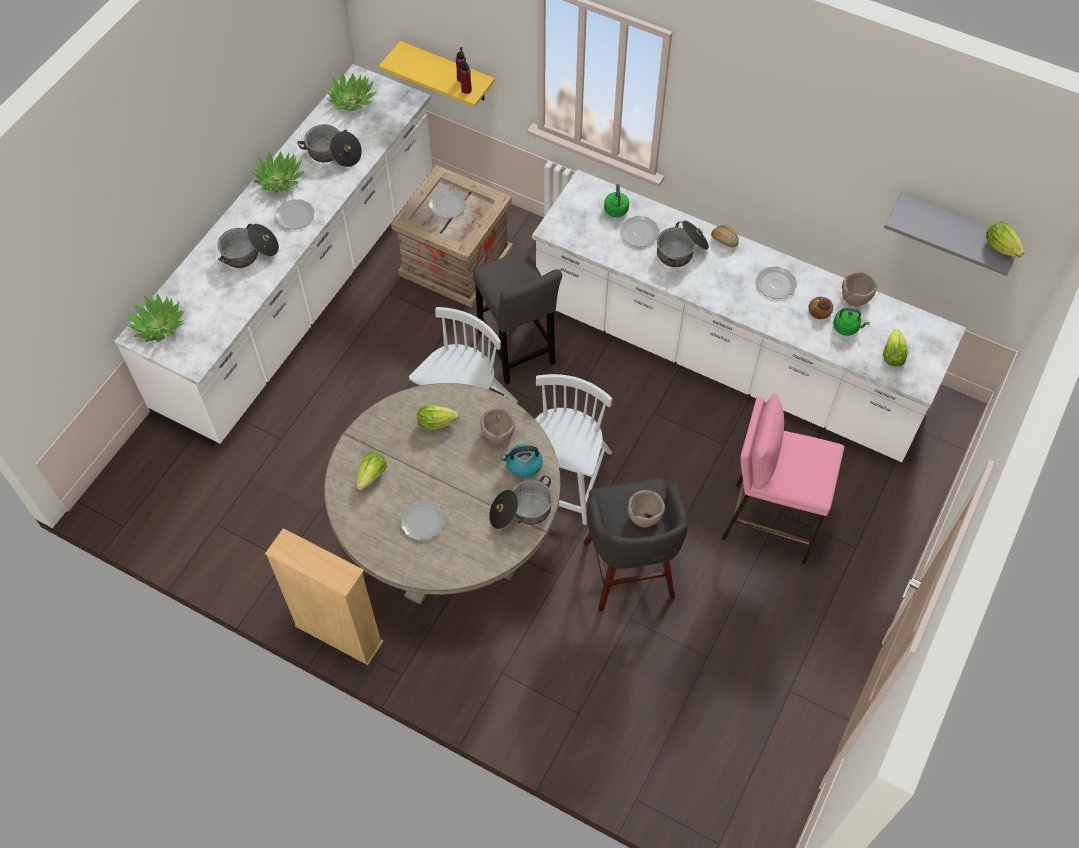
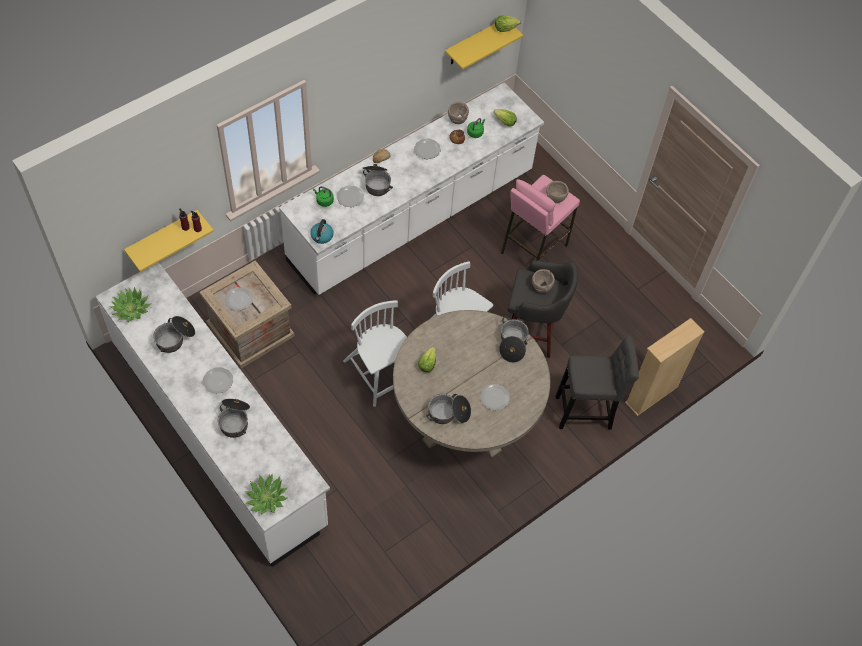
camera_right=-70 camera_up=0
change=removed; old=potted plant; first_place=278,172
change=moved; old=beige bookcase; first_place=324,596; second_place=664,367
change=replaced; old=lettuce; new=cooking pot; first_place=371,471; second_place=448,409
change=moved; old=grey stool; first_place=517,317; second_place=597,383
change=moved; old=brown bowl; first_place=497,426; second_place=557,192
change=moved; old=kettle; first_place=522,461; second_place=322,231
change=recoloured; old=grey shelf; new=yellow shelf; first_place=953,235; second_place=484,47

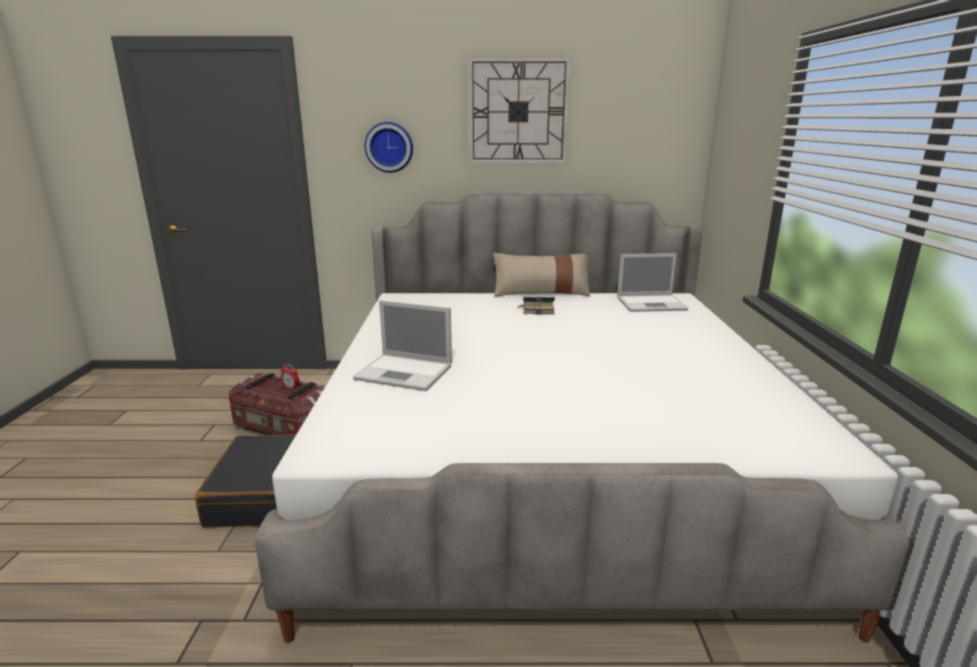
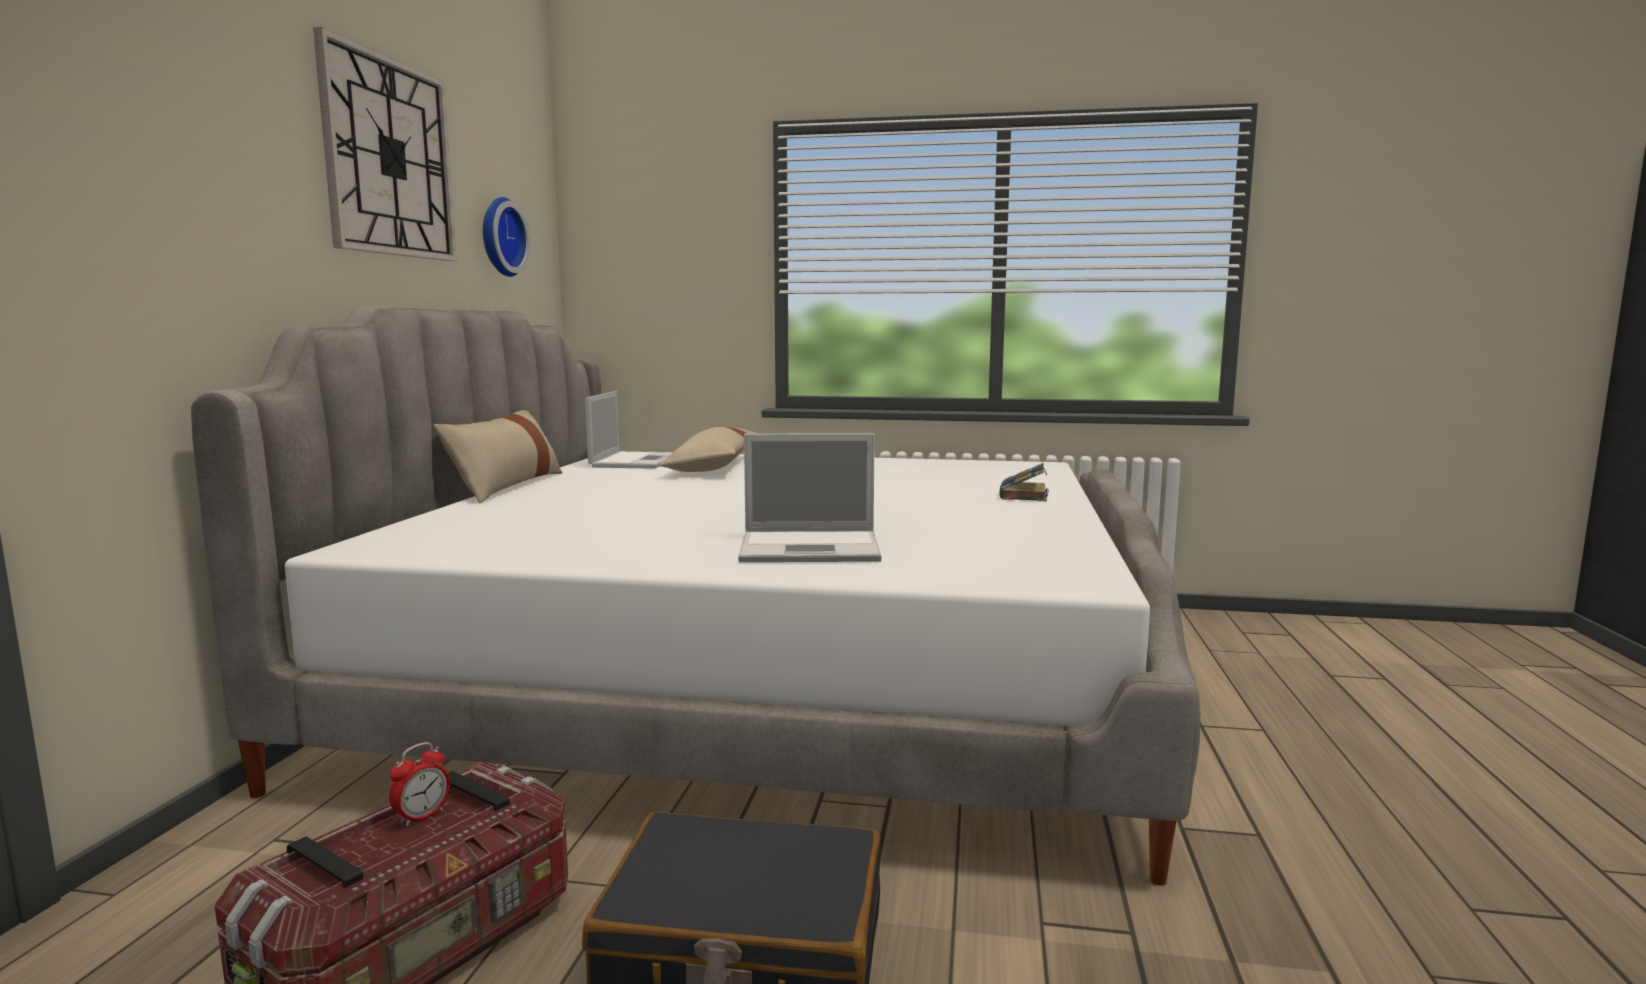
camera_right=-80 camera_up=-10
change=turned; old=laptop; first_place=402,345; second_place=809,497; degrees=60
change=moved; old=wall clock; first_place=389,147; second_place=506,237
change=moved; old=book; first_place=537,306; second_place=1024,482
change=added; new=beige pillow; second_place=708,449

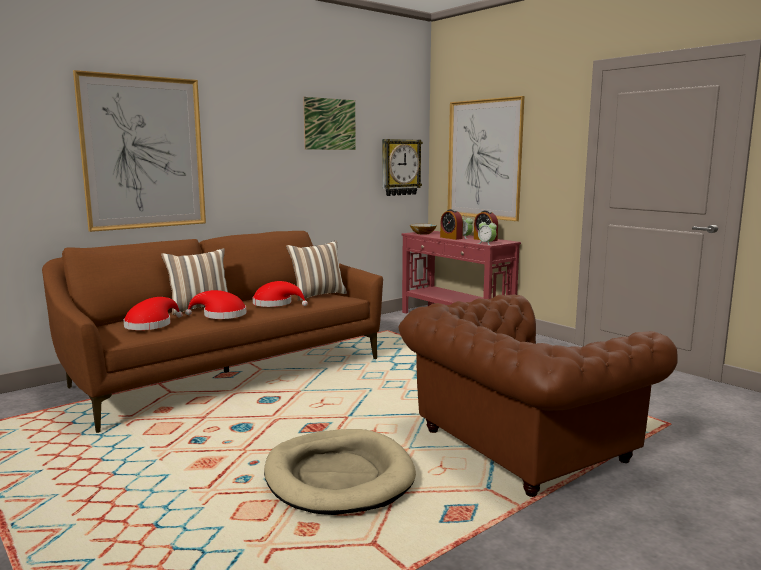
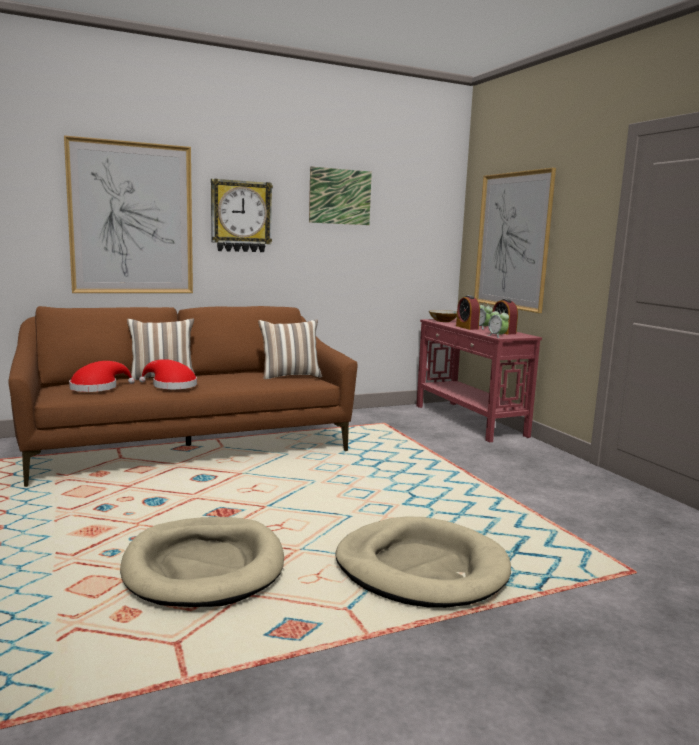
camera_right=15 camera_up=0
change=removed; old=red hat; first_place=280,294
change=moved; old=wall clock; first_place=402,167; second_place=242,215
change=replaced; old=brown armchair; new=beige dog bed; first_place=538,395; second_place=423,562

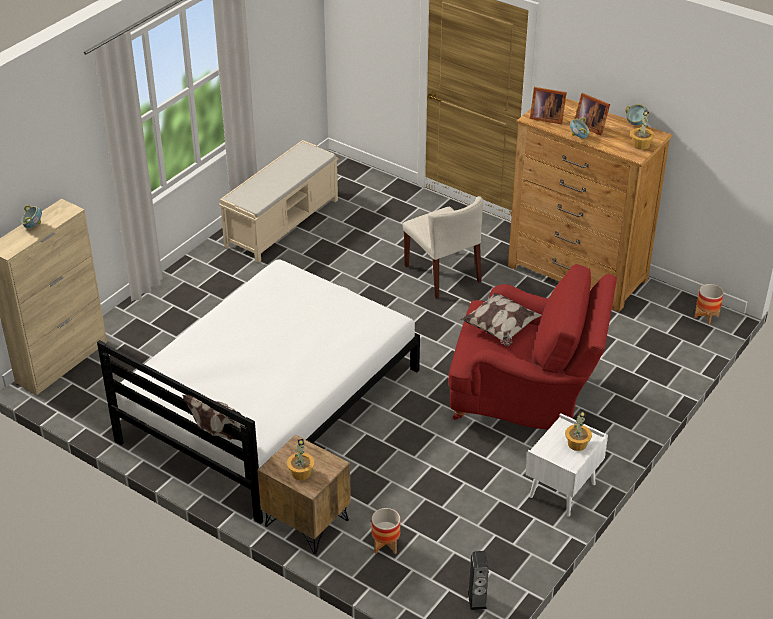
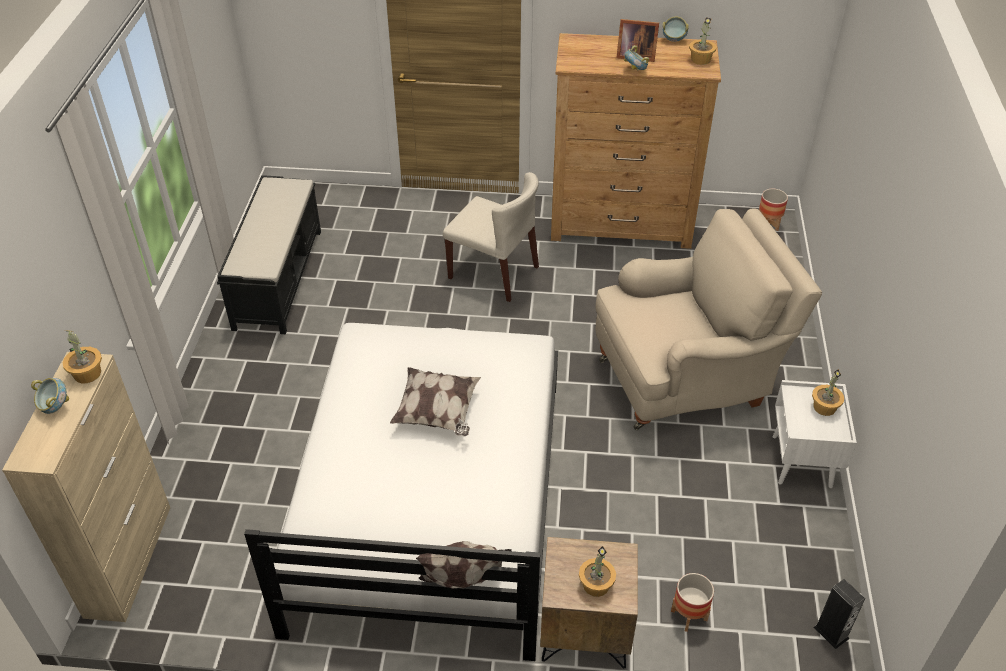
camera_right=-30 camera_up=5
change=recoloured; old=beige bench; new=black bench; first_place=278,201; second_place=269,254
change=recoloured; old=red armchair; new=beige armchair; first_place=532,347; second_place=709,319
change=moved; old=pillow; first_place=501,319; second_place=435,401
change=removed; old=picture frame; first_place=548,105
change=added; new=potted plant; second_place=82,356

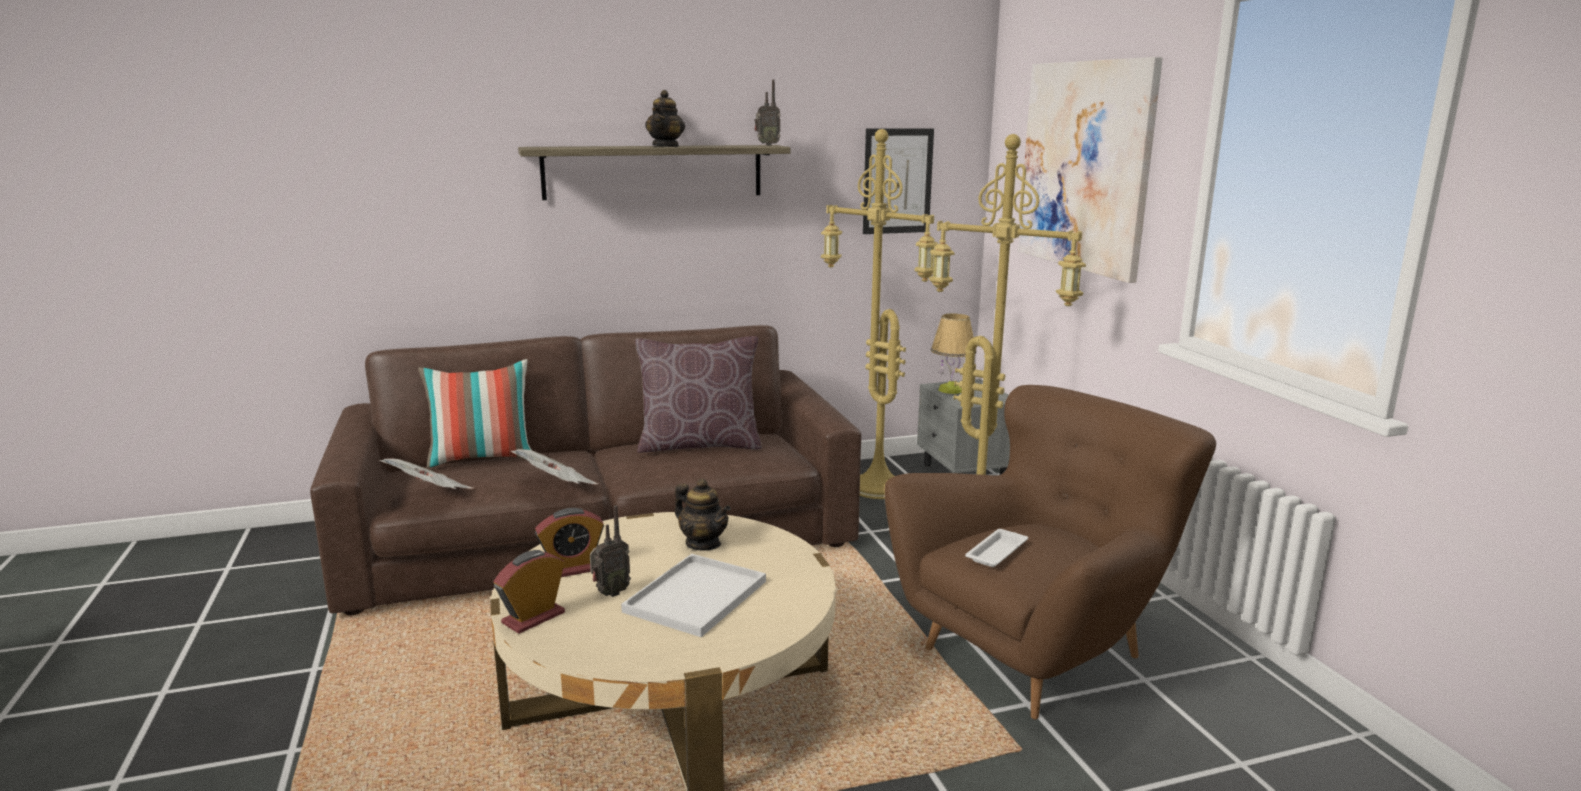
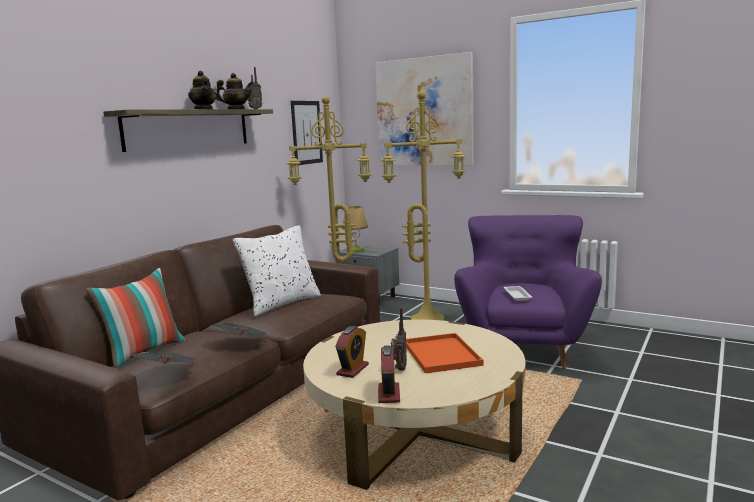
camera_right=-40 camera_up=-5
change=recoloured; old=white tray; new=orange tray; first_place=693,595; second_place=444,353
change=recoloured; old=brown pillow; new=white pillow; first_place=698,394; second_place=276,271
change=moved; old=teapot; first_place=703,514; second_place=234,91
change=recoloured; old=brown armchair; new=purple armchair; first_place=1050,552; second_place=528,292

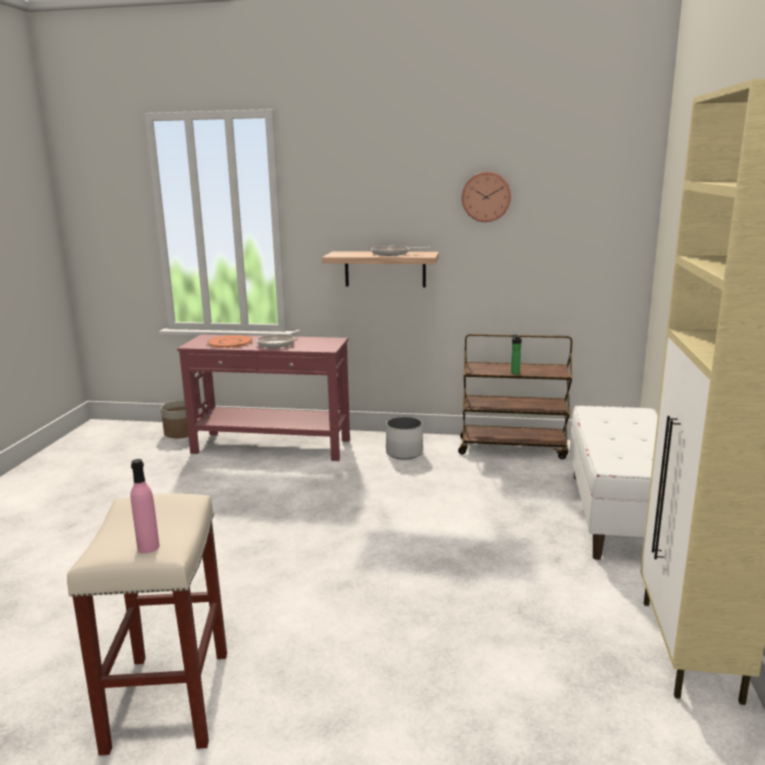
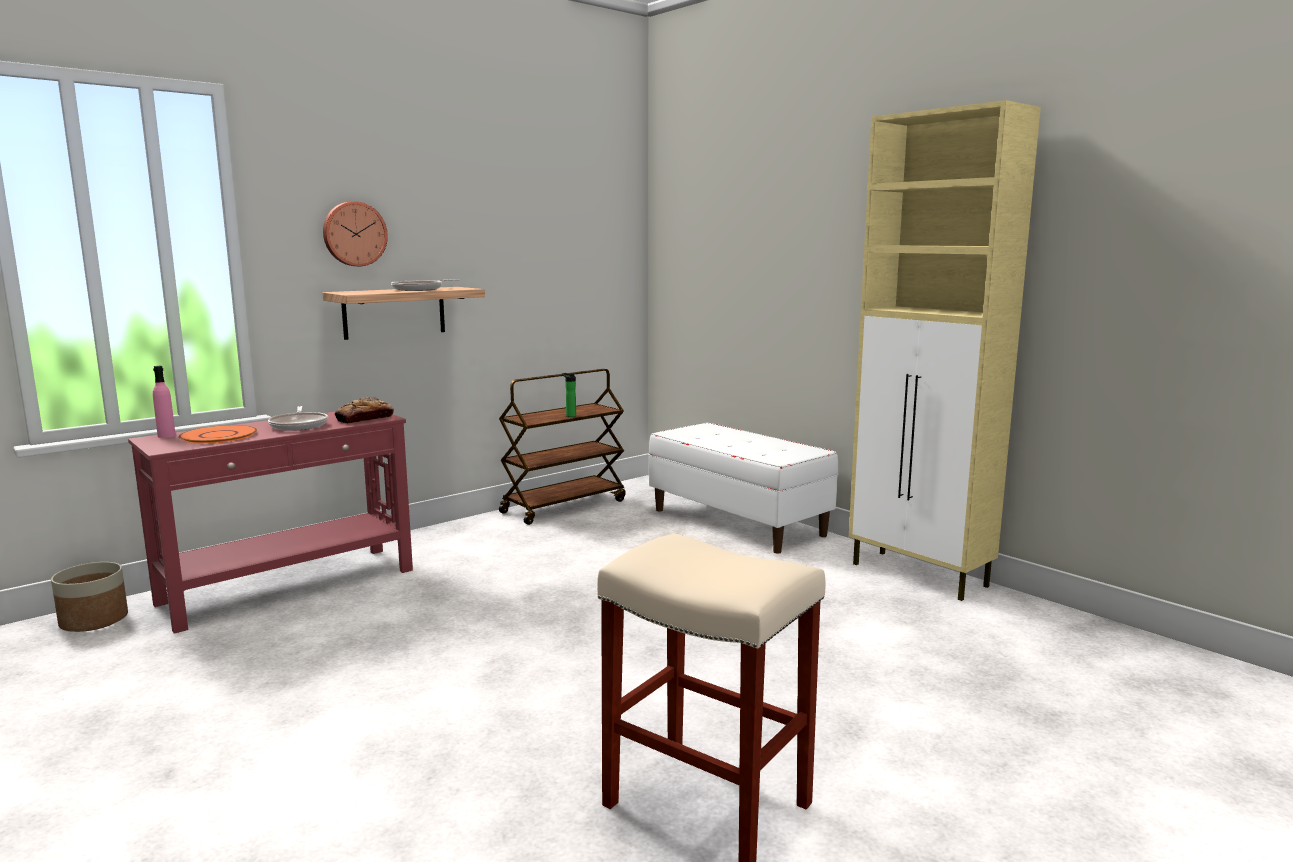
camera_right=-50 camera_up=-5
change=moved; old=pink bottle; first_place=145,506; second_place=164,402
change=removed; old=white planter; first_place=404,438
change=moved; old=wall clock; first_place=486,197; second_place=355,233
change=added; new=bread; second_place=364,410

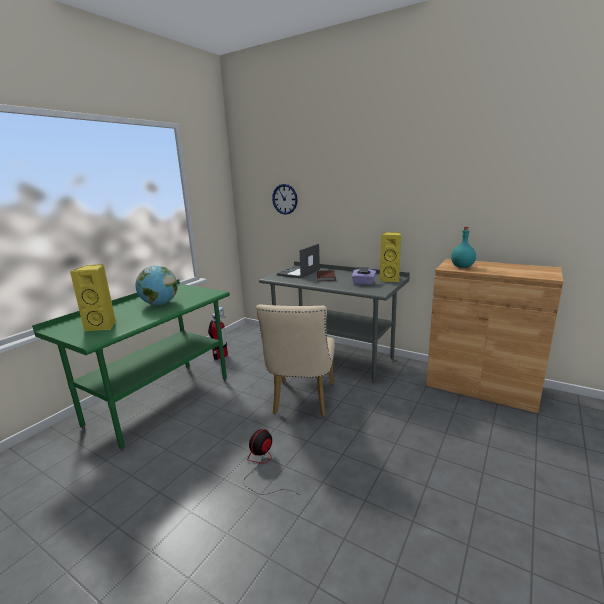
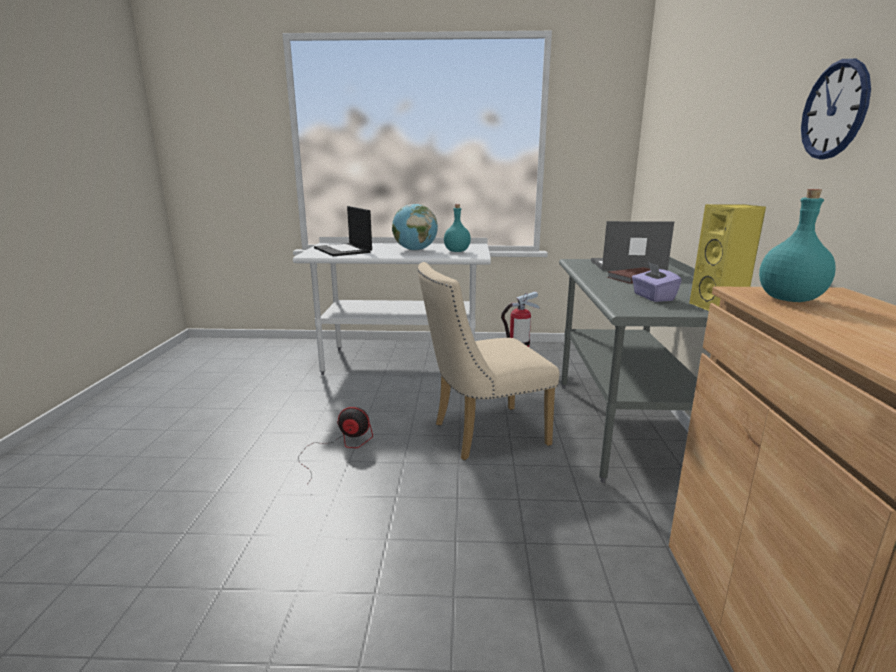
camera_right=60 camera_up=0
change=recoloured; old=green desk; new=white desk; first_place=131,365; second_place=392,306
change=replaced; old=yellow speaker; new=laptop; first_place=93,297; second_place=343,231
change=moved; old=wall clock; first_place=285,199; second_place=836,109
change=added; new=turquoise bottle; second_place=457,228

